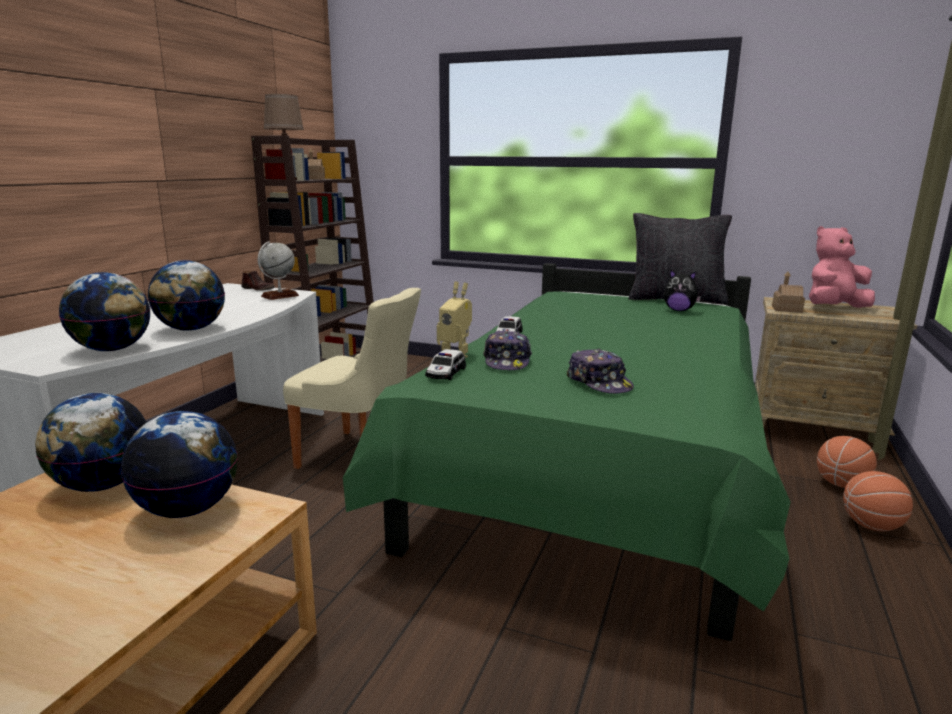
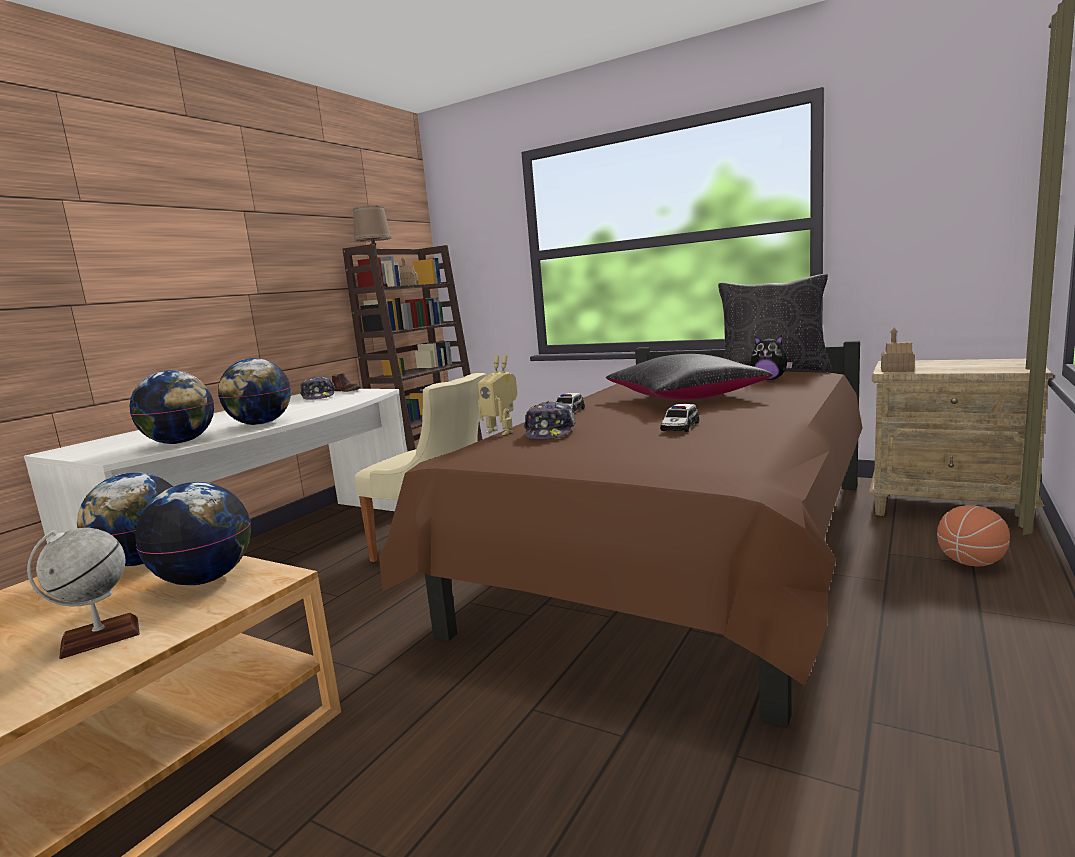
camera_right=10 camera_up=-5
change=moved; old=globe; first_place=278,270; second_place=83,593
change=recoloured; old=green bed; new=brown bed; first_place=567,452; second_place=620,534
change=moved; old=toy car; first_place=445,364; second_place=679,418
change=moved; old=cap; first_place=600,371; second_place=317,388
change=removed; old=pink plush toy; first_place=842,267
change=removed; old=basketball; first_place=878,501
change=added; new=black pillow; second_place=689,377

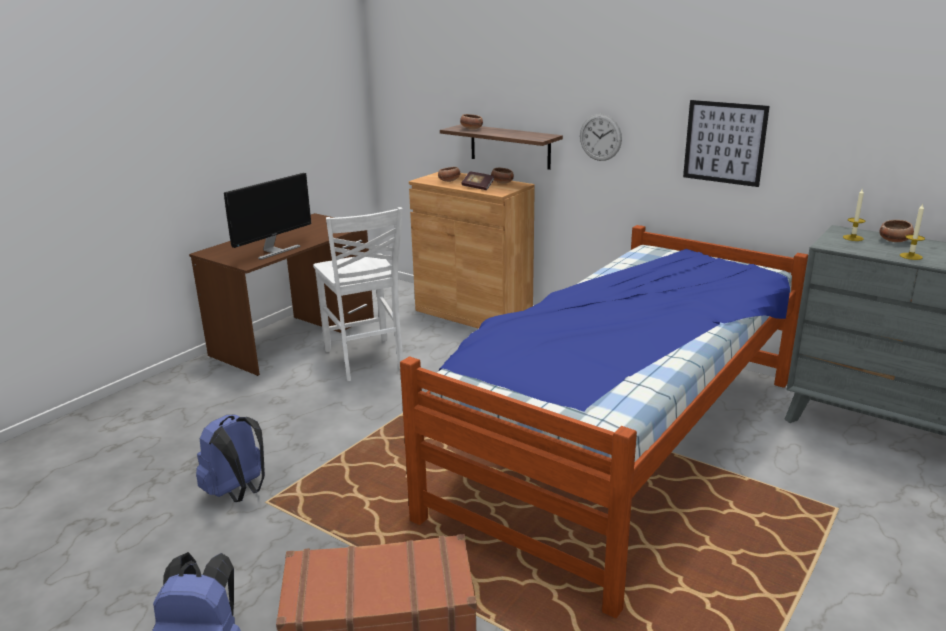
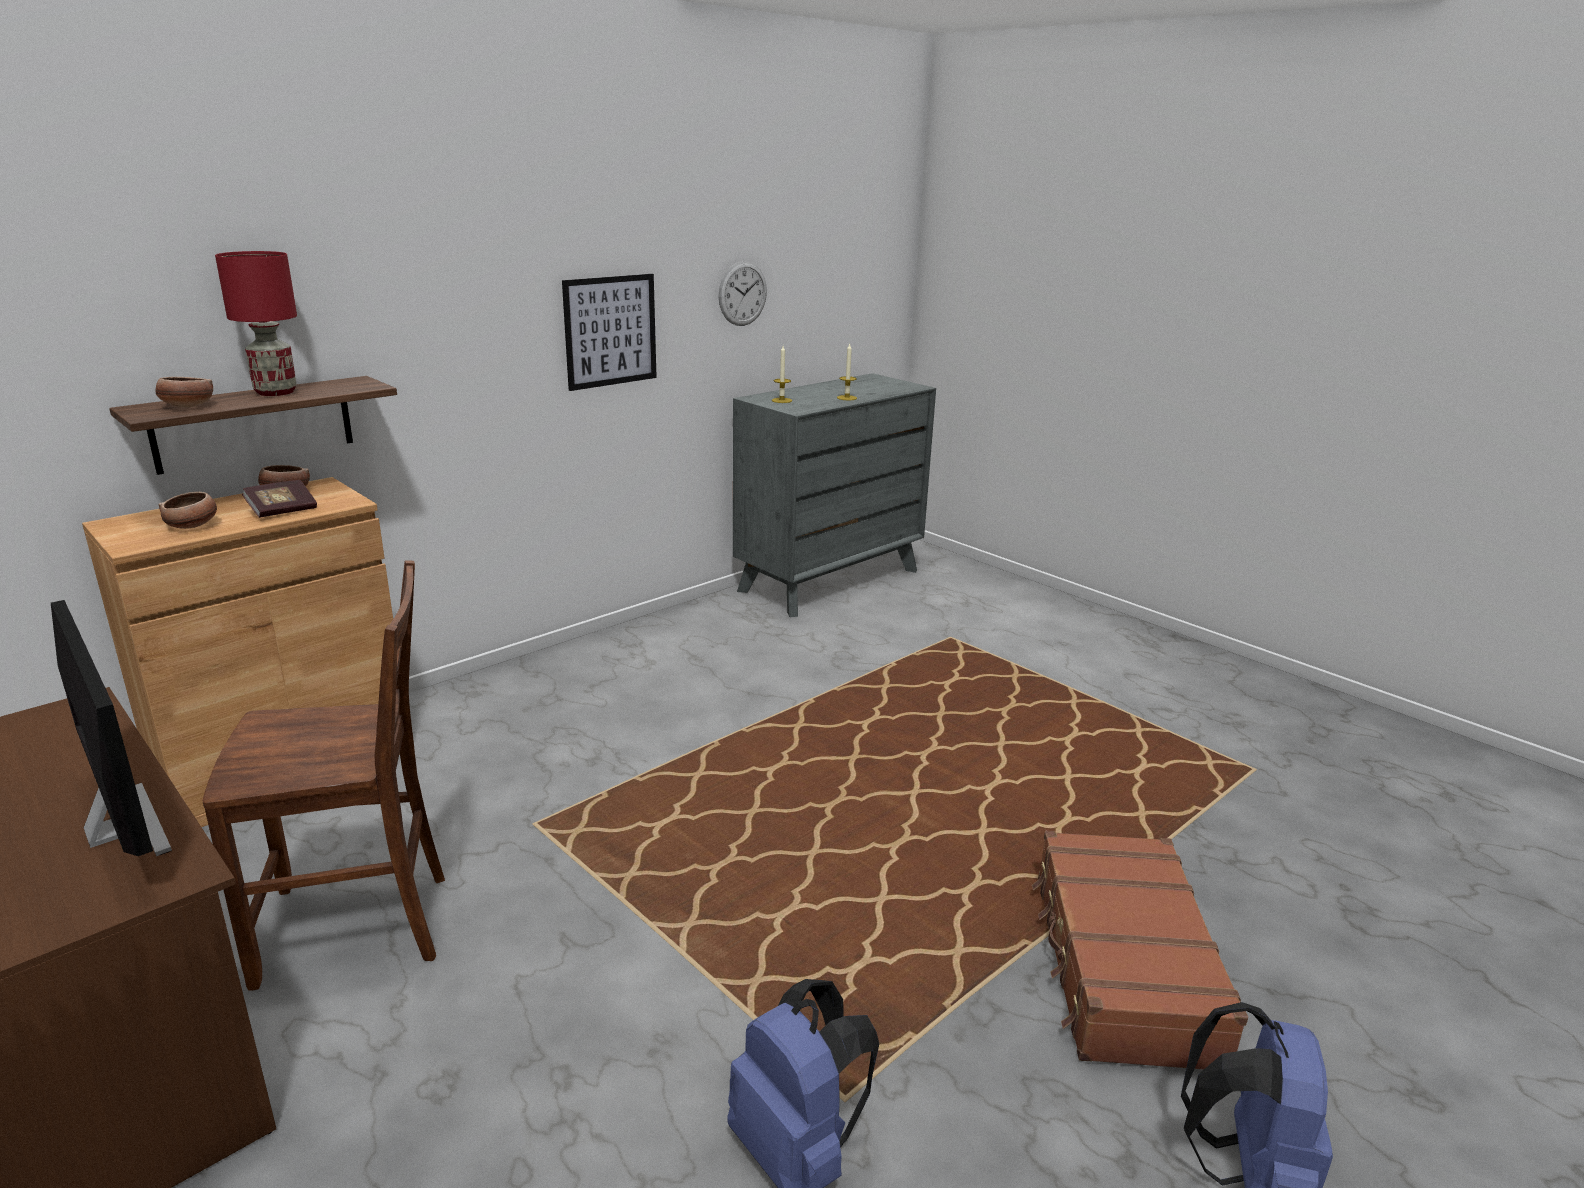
camera_right=-80 camera_up=0
change=recoloured; old=white chair; new=brown chair; first_place=358,294; second_place=324,775
change=removed; old=bed; first_place=604,421
change=moved; old=wall clock; first_place=601,137; second_place=742,293
change=removed; old=bowl; first_place=896,231
change=added; new=red table lamp; second_place=256,323

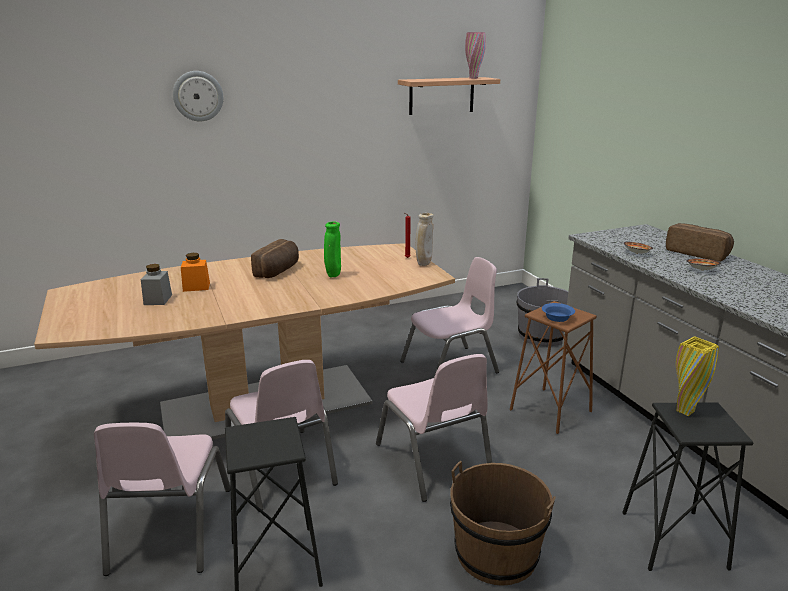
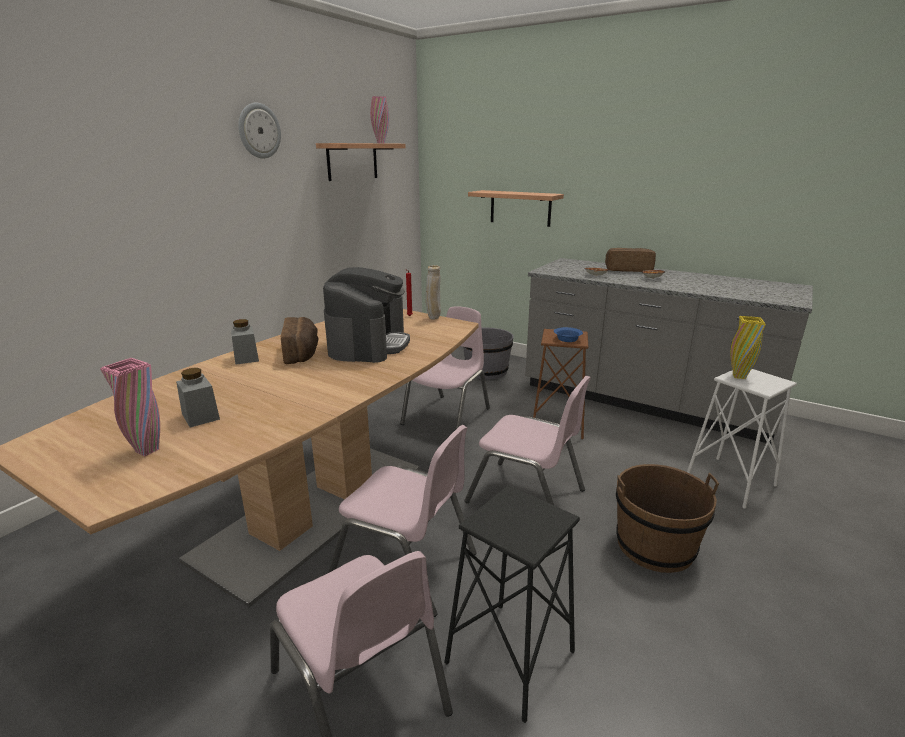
camera_right=-35 camera_up=0
change=moved; old=wall clock; first_place=198,96; second_place=259,131
change=removed; old=orange jar; first_place=195,272
change=replaced; old=green vase; new=coffee machine; first_place=332,249; second_place=366,315
change=recoloured; old=black stool; new=white stool; first_place=688,486; second_place=742,439
change=added; new=pink vase; second_place=130,407
change=added; new=grey jar; second_place=245,342
change=added; new=shelf; second_place=516,208

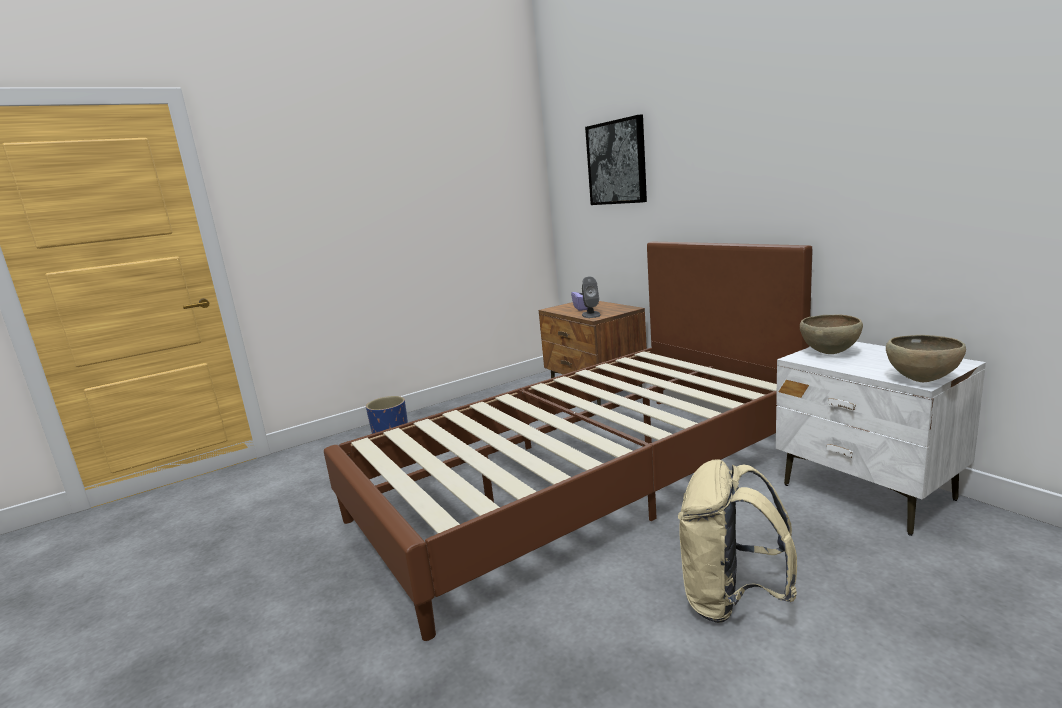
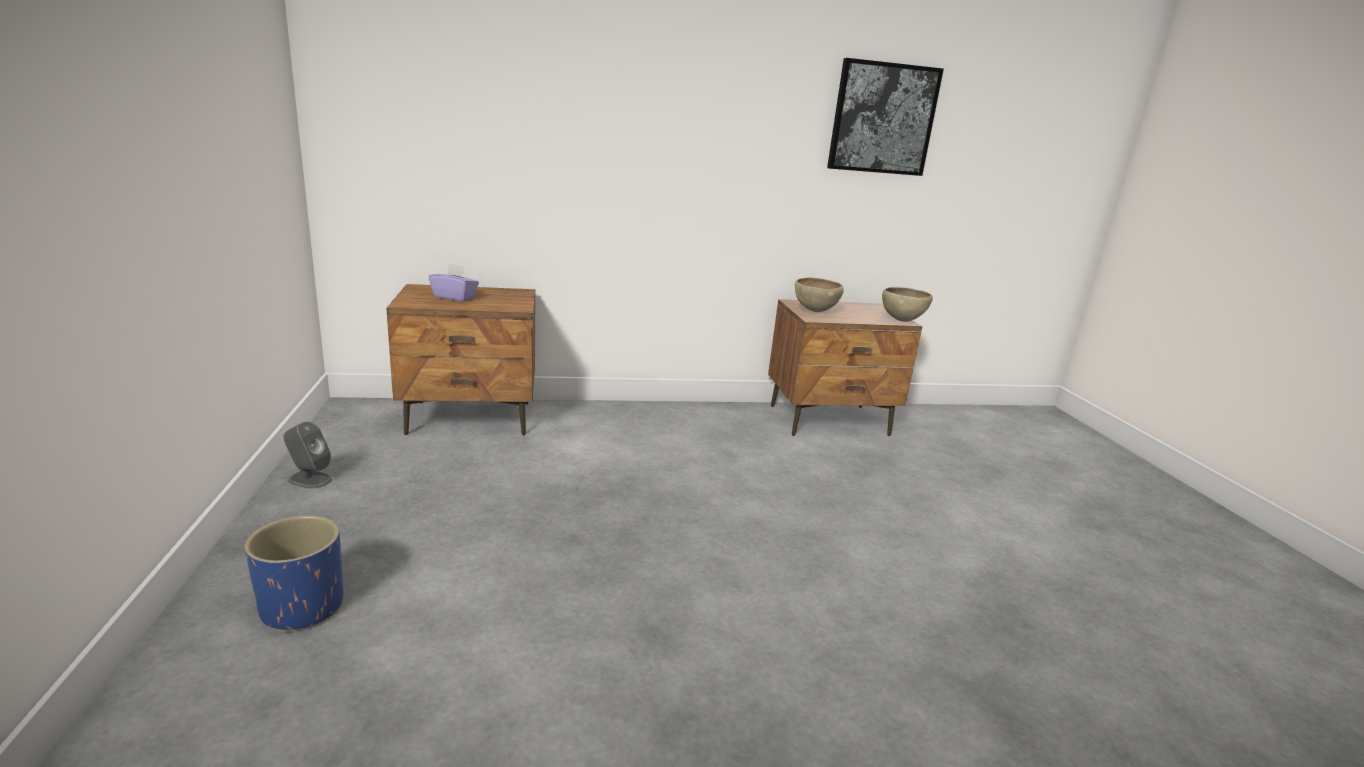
camera_right=-70 camera_up=5
change=removed; old=brown bed; first_place=568,441
change=moved; old=grey speaker; first_place=591,297; second_place=308,455
change=moved; old=picture; first_place=616,160; second_place=885,117
change=removed; old=beige backpack; first_place=737,541
change=recoloured; old=white nightstand; new=brown nightstand; first_place=881,439; second_place=845,367

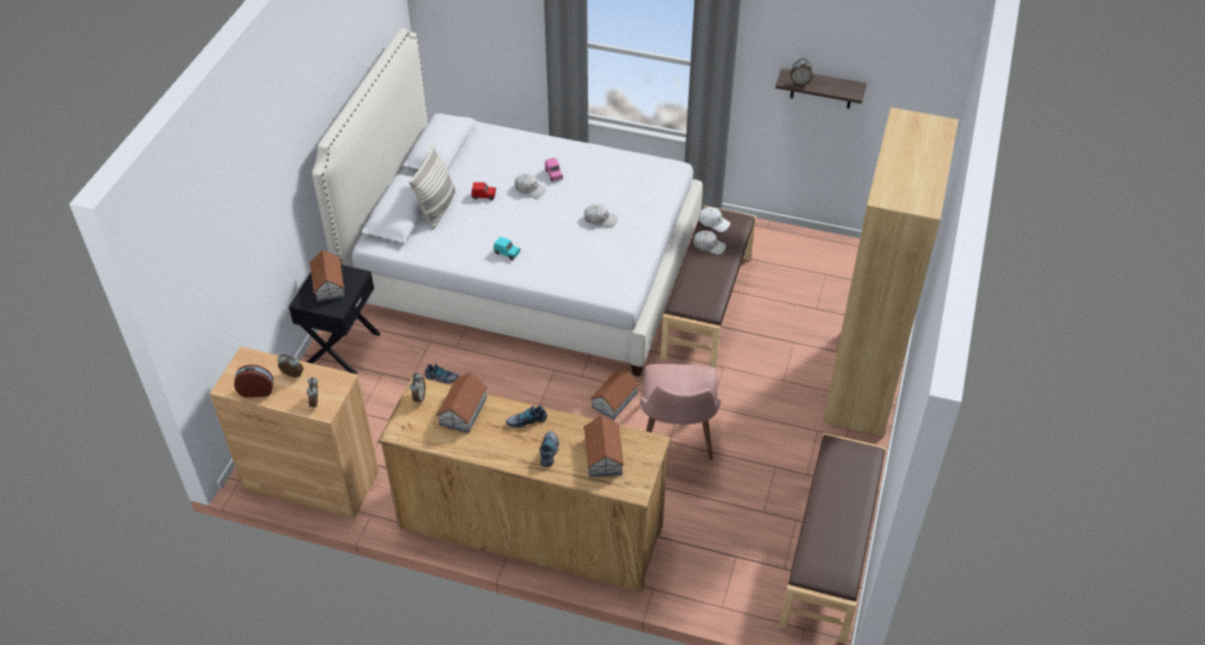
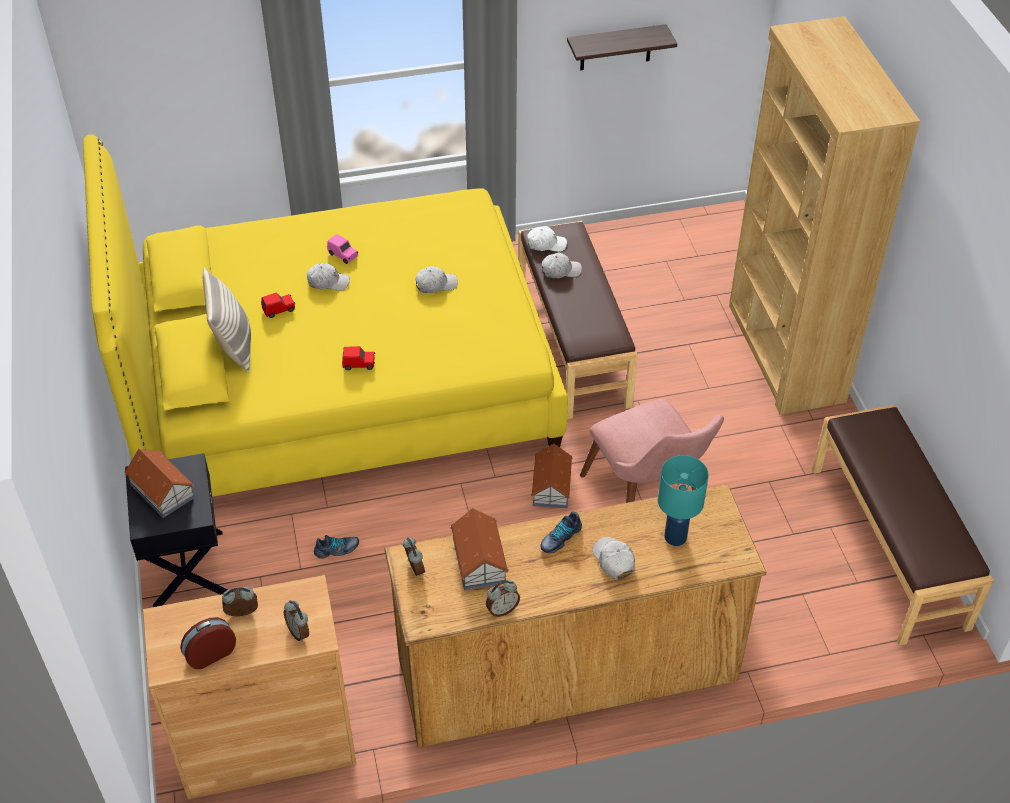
camera_right=-30 camera_up=0
change=recoloured; old=white bed; new=yellow bed; first_place=507,202; second_place=325,315
change=recoloured; old=turquoise toy car; new=red toy car; first_place=507,248; second_place=358,358
change=replaced; old=shoe; new=white cap; first_place=549,449; second_place=614,558
change=replaced; old=toy house; new=turquoise table lamp; first_place=604,446; second_place=683,500
change=moved; old=alarm clock; first_place=801,72; second_place=503,598

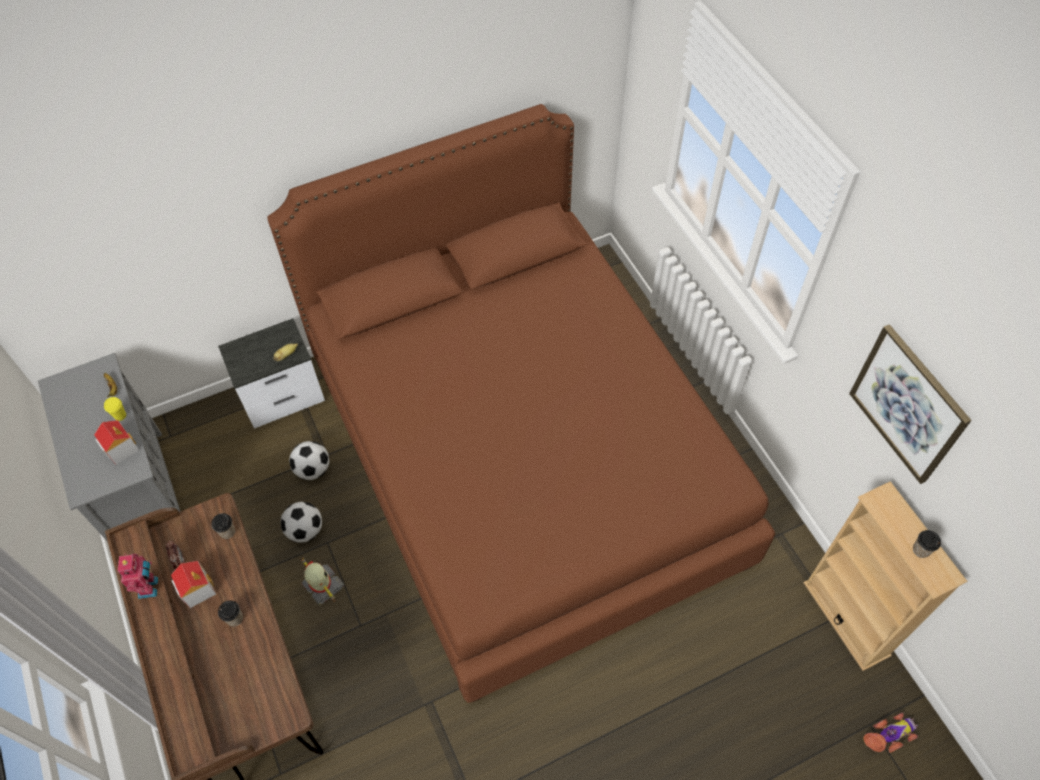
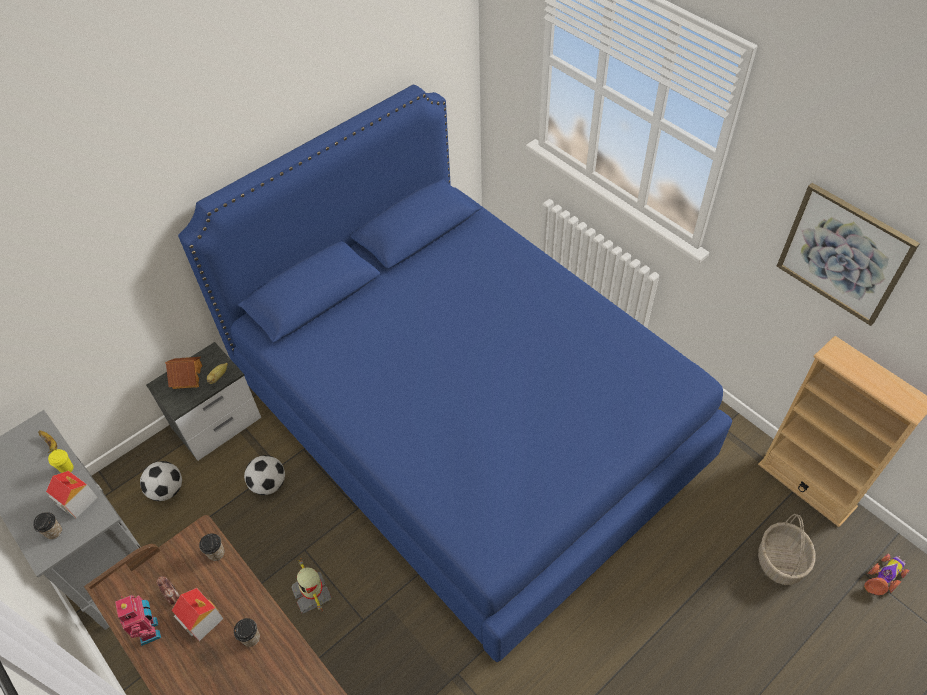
camera_right=-15 camera_up=-5
change=recoloured; old=brown bed; new=blue bed; first_place=521,403; second_place=455,373
change=moved; old=football; first_place=301,522; second_place=161,481
change=turned; old=toy robot; first_place=323,582; second_place=311,586; degrees=-150
change=moved; old=cup; first_place=927,544; second_place=47,525
change=added; new=toy house; second_place=183,373
change=added; new=basket; second_place=787,549

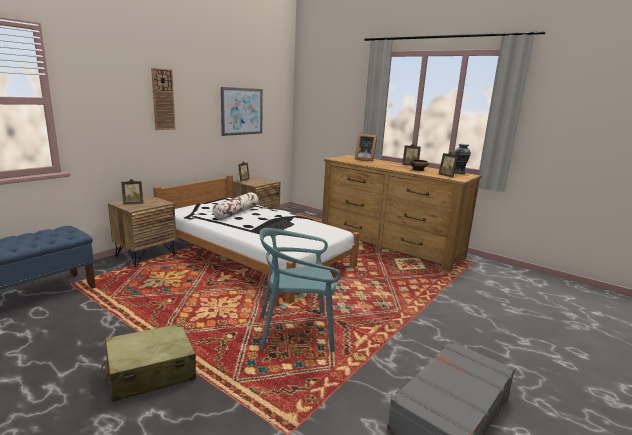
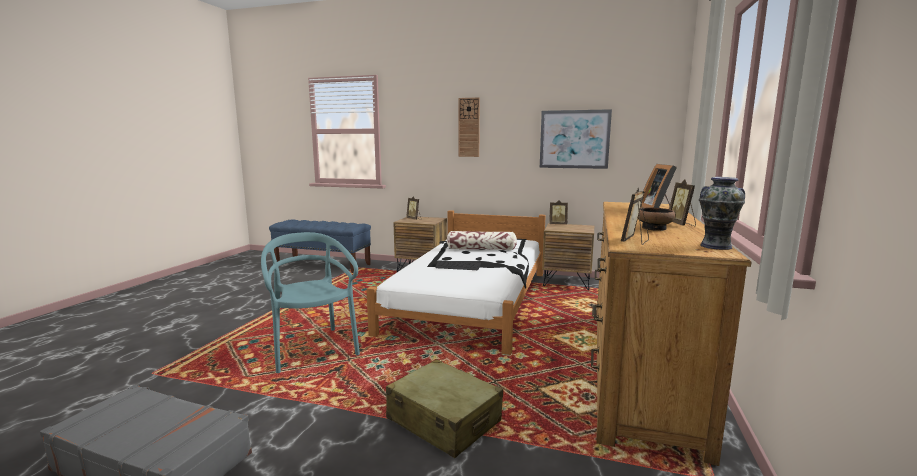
camera_right=70 camera_up=-5
change=moved; old=beige suitcase; first_place=148,362; second_place=444,408

